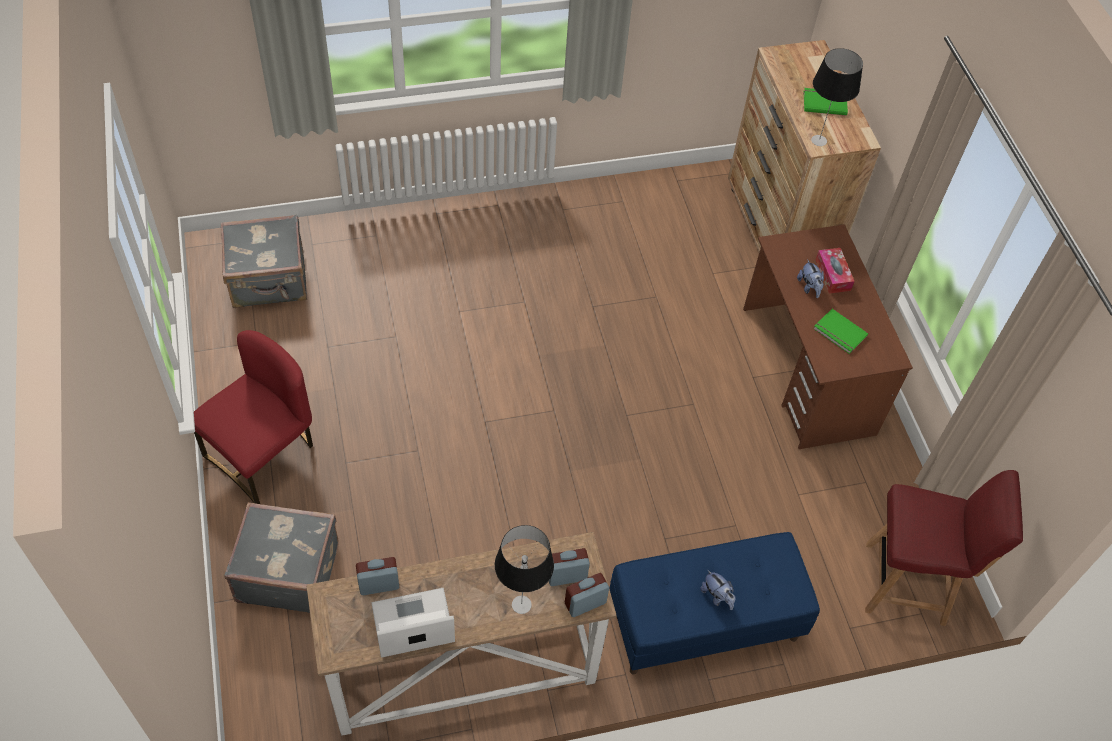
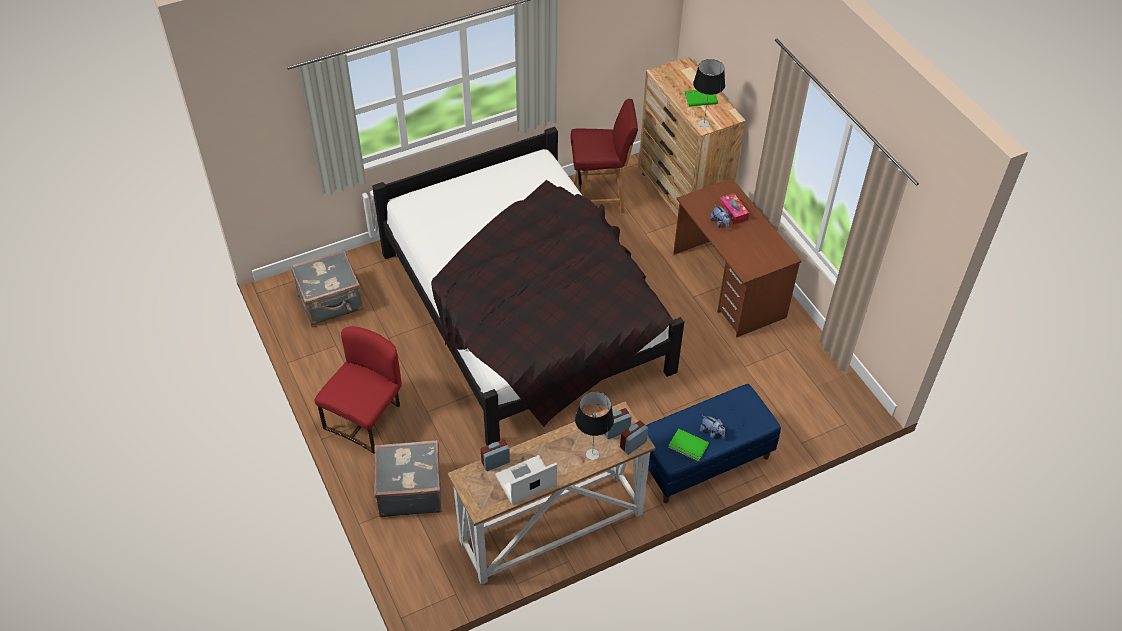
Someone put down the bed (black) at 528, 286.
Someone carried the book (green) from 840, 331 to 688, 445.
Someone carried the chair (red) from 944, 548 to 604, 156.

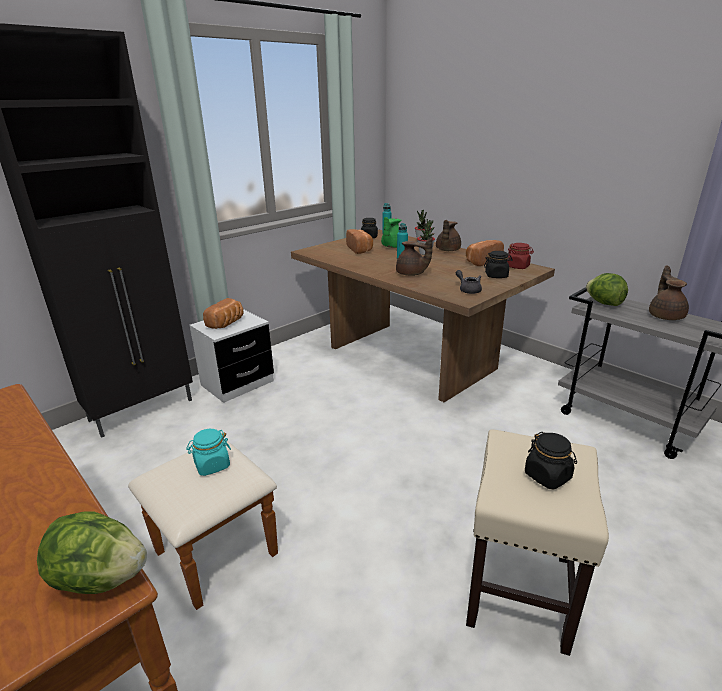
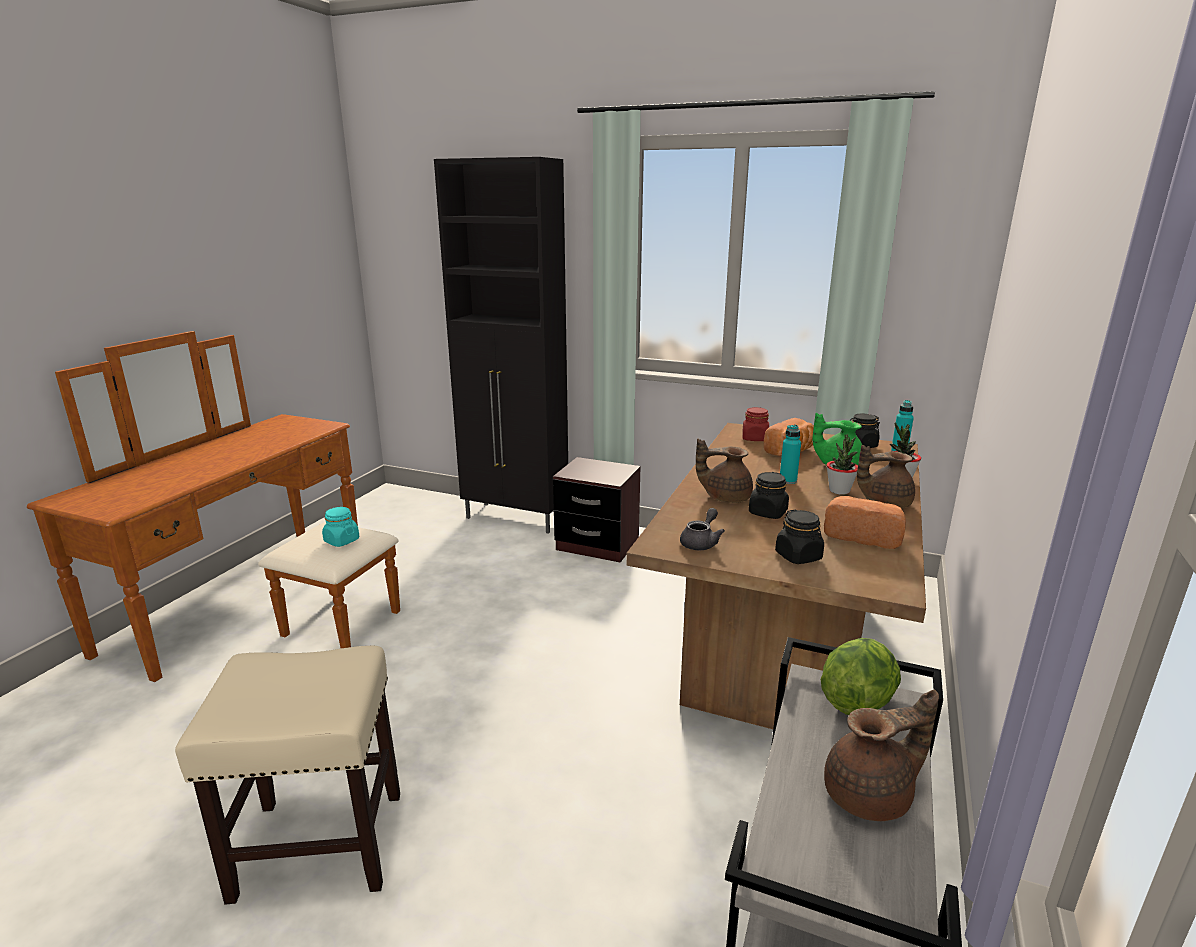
Someone took away the lettuce at 92, 552.
Someone took away the bread at 223, 313.
Someone carried the jar (red) from 520, 256 to 755, 424.
Someone carried the jar (black) from 551, 460 to 769, 495.
Someone repainted the nightstand (white) at 232, 356, which became the nightstand (brown) at 596, 509.
Someone rotated the teapot (brown) at 414, 257 by 90 degrees clockwise.

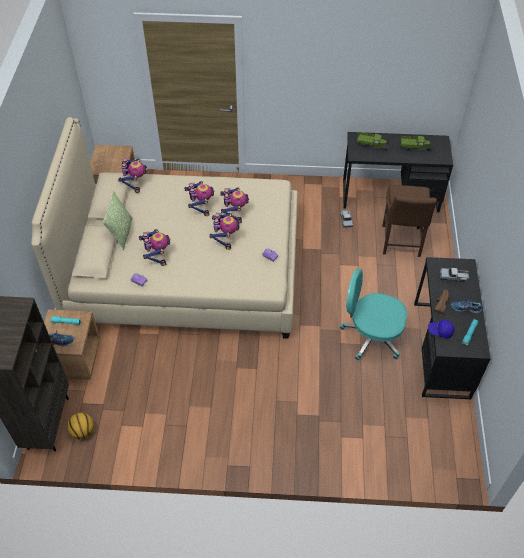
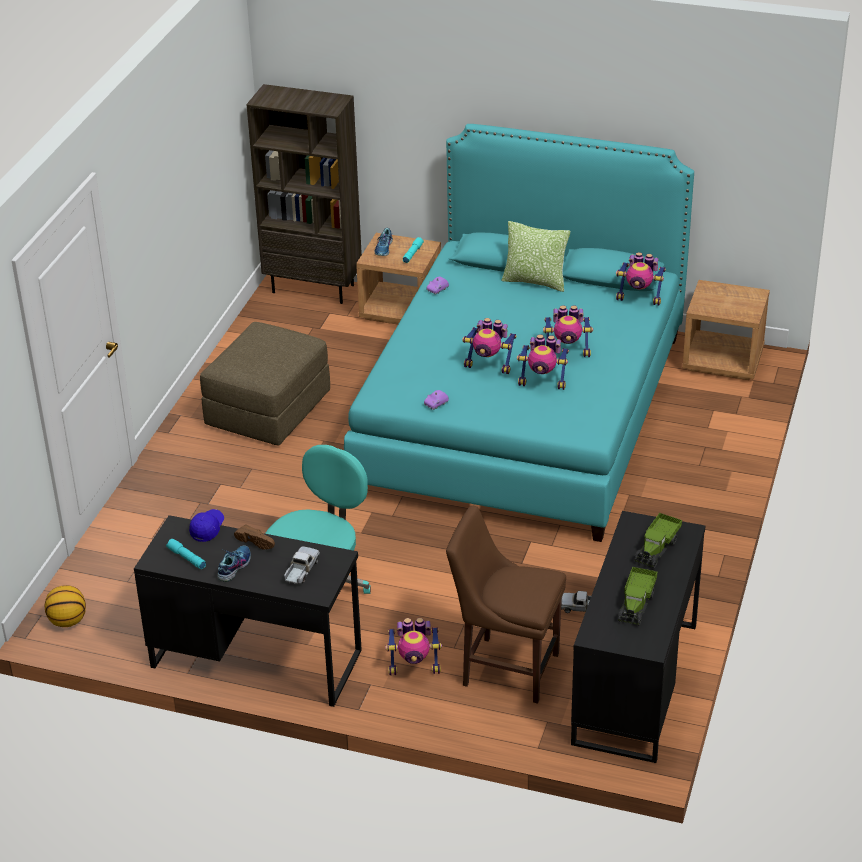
Someone put down the ottoman (brown) at 265, 384.
Someone carried the basketball from 80, 426 to 65, 606.
Someone carried the toy robot from 155, 247 to 414, 646.
Someone repainted the bed (beige) at 164, 228, which became the bed (turquoise) at 519, 333.

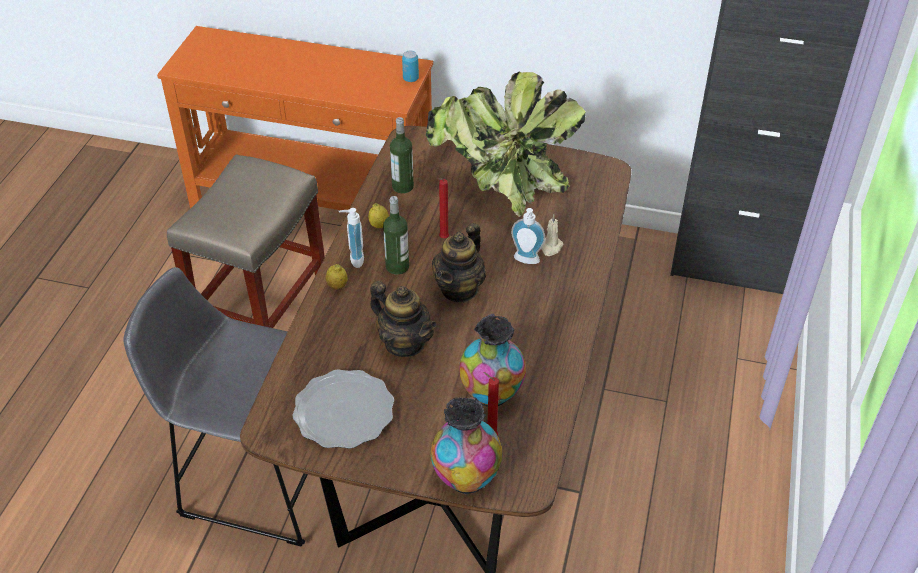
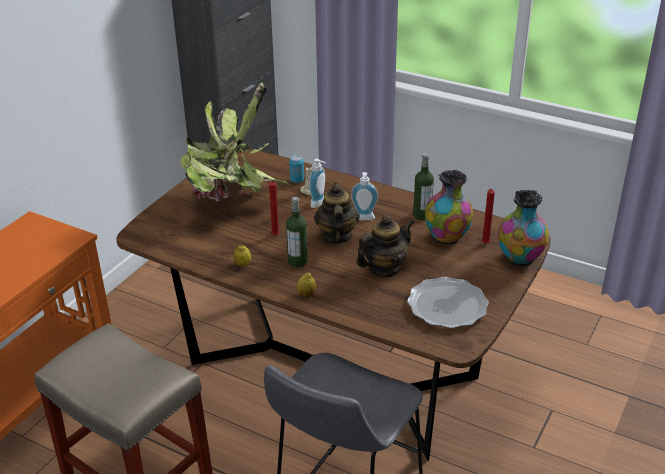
Someone carried the soap dispenser from 351, 238 to 364, 196.
Someone carried the bottle from 402, 155 to 423, 186.
Someone carried the can from 410, 66 to 296, 169.
Someone rotated the teapot at 459, 263 by 135 degrees counterclockwise.

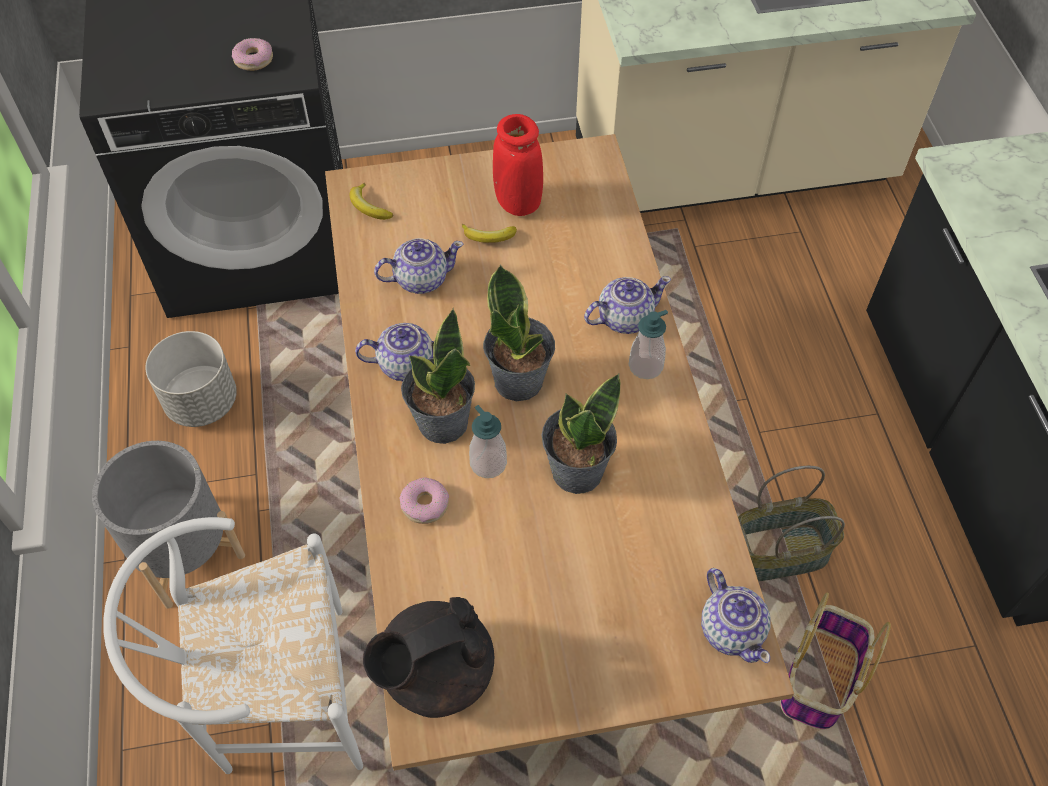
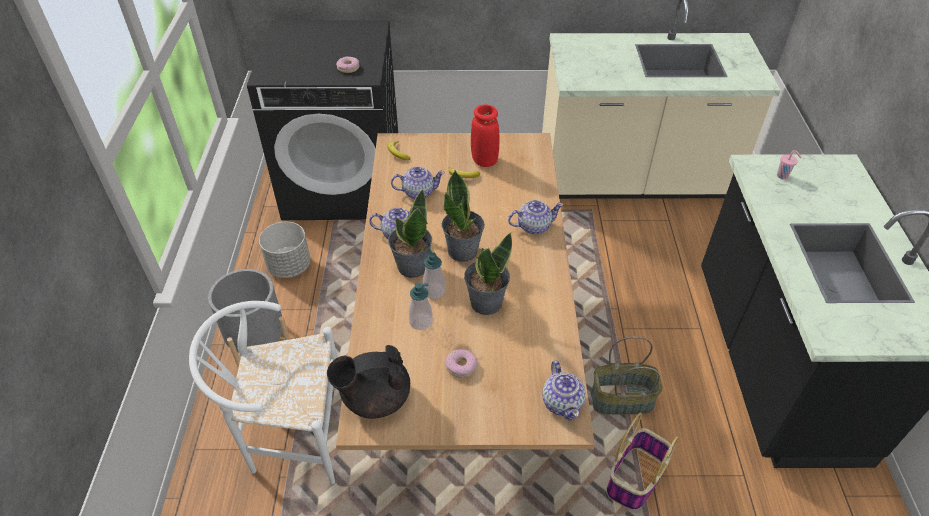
Someone put down the cup (pink) at 789, 164.
Someone carried the donut from 424, 500 to 462, 363.
Someone carried the soap dispenser from 648, 344 to 421, 306.

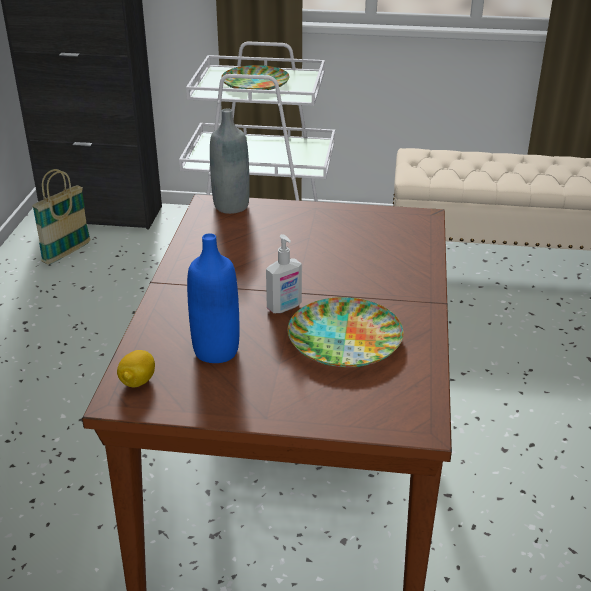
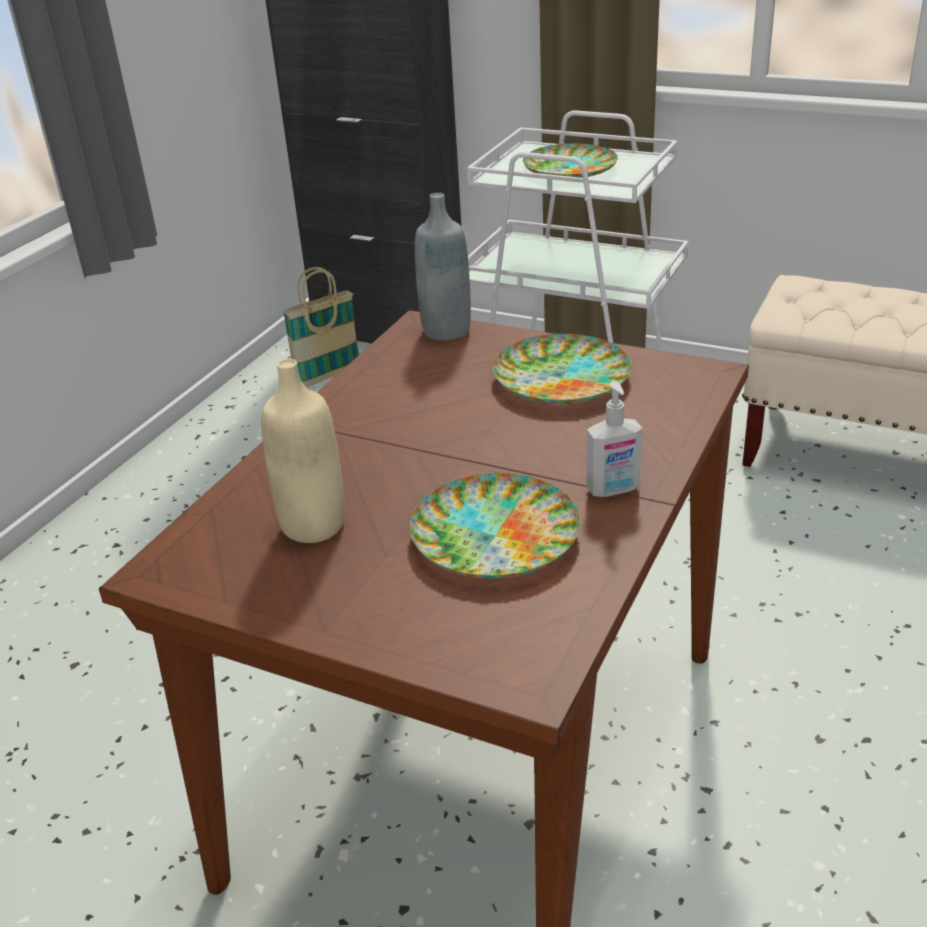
Someone took away the lemon at 136, 368.
Someone put down the plate at 562, 369.
Someone carried the soap dispenser from 284, 273 to 614, 439.
Someone repainted the bottle (blue) at 213, 298, which became the bottle (beige) at 303, 451.

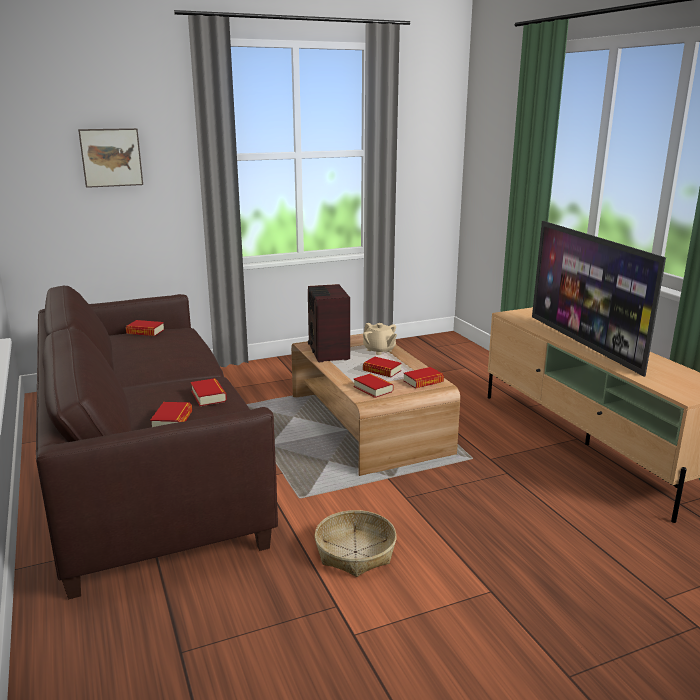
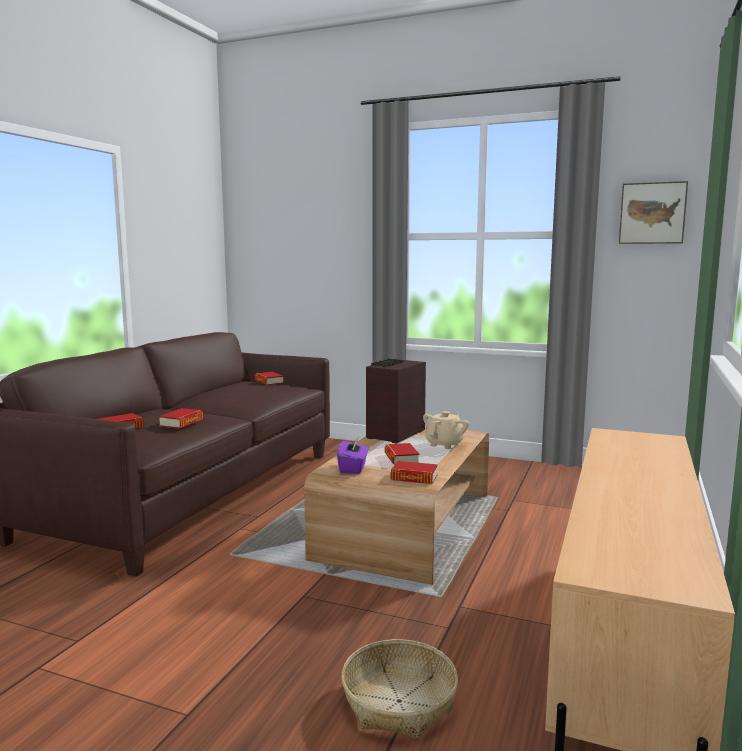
Someone took away the television at 599, 299.
Someone carried the picture from 110, 158 to 653, 212.
Someone carried the basket from 355, 543 to 399, 689.
Someone swapped the book at 374, 385 for the tissue box (purple) at 352, 455.
Someone rotated the teapot (beige) at 380, 339 by 150 degrees counterclockwise.

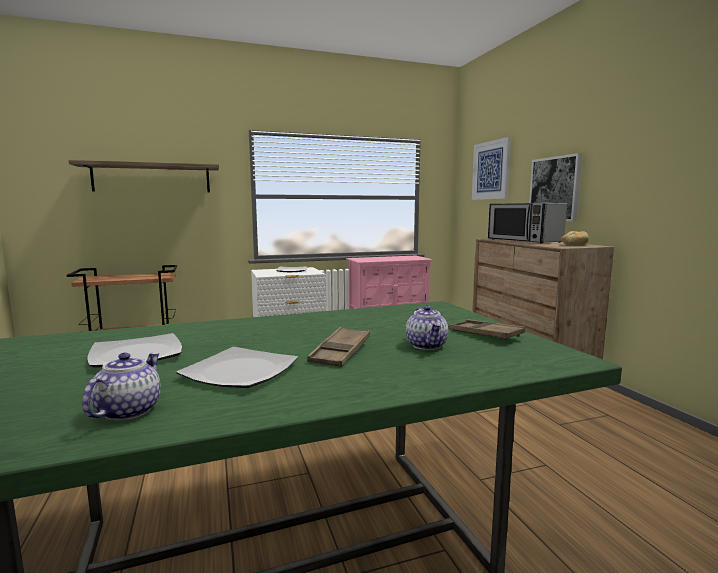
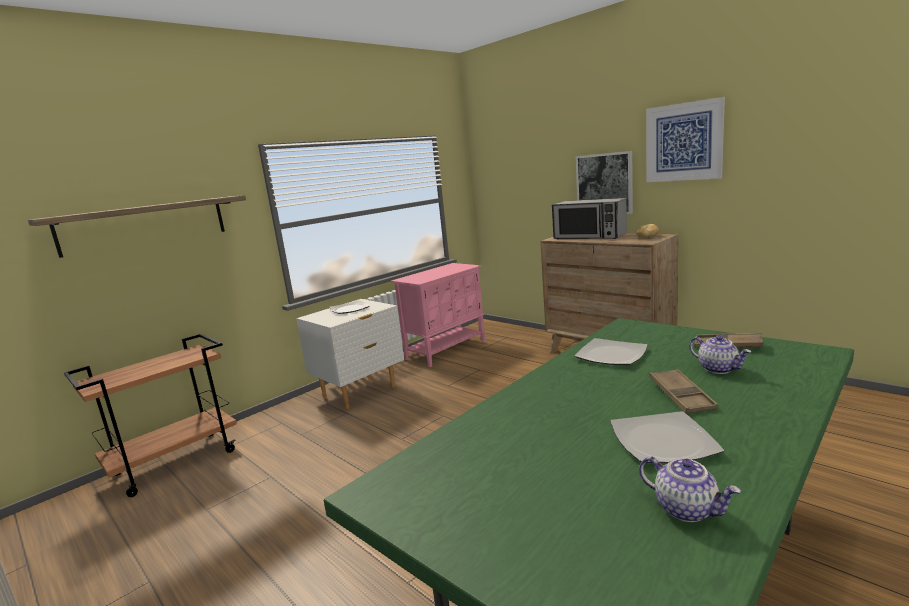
Someone carried the plate from 134, 350 to 611, 351.
Someone carried the picture from 491, 168 to 685, 139.
Someone rotated the teapot at 121, 387 by 150 degrees clockwise.

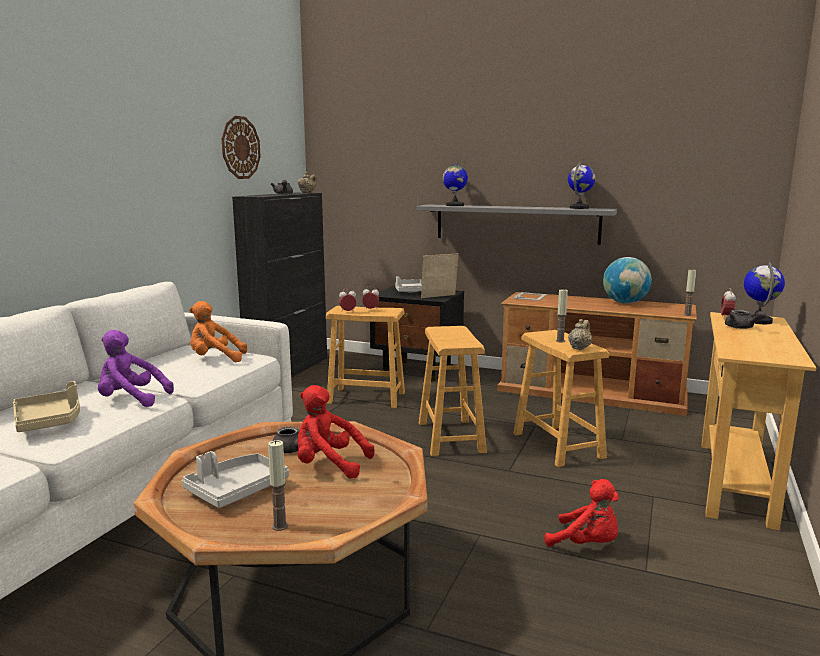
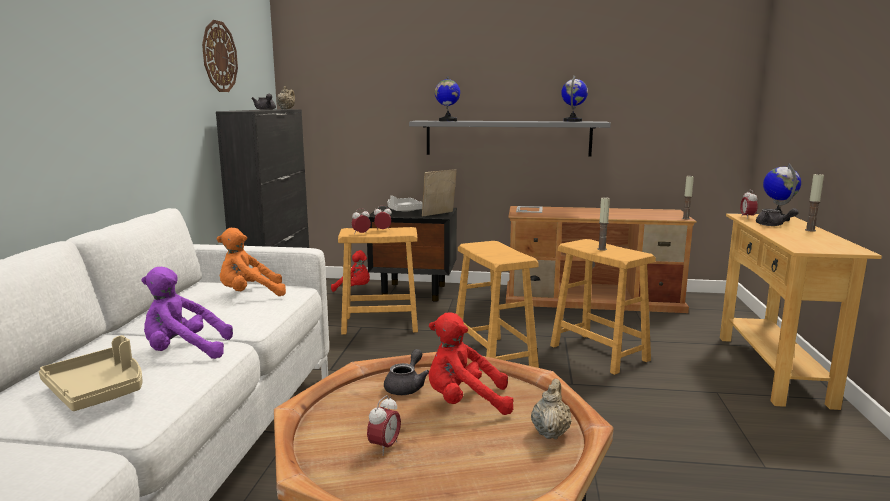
Someone took away the globe at 627, 280.
Someone carried the candle from 278, 485 to 814, 203.
Someone carried the plush toy (red) from 581, 513 to 350, 271.
Someone carried the teapot (beige) from 580, 334 to 551, 408.
Someone swapped the tray (grey) at 235, 479 for the alarm clock at 384, 425.

